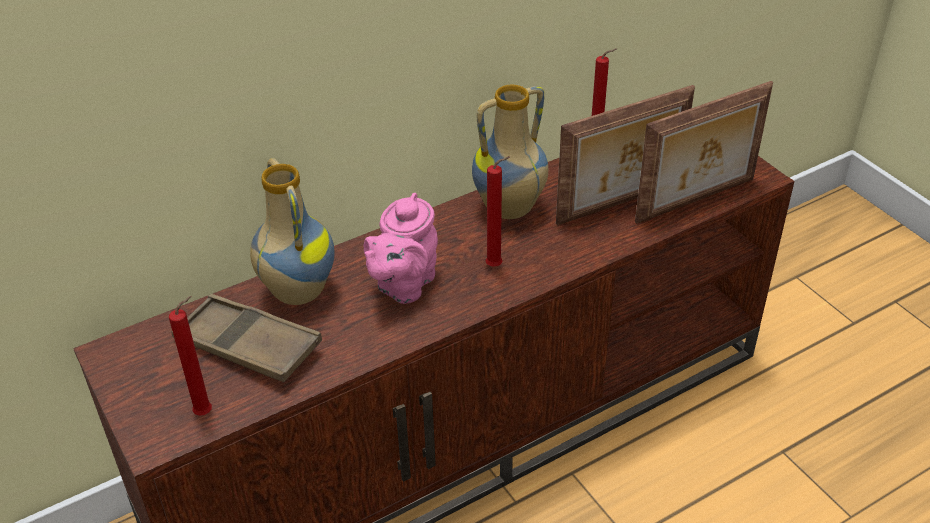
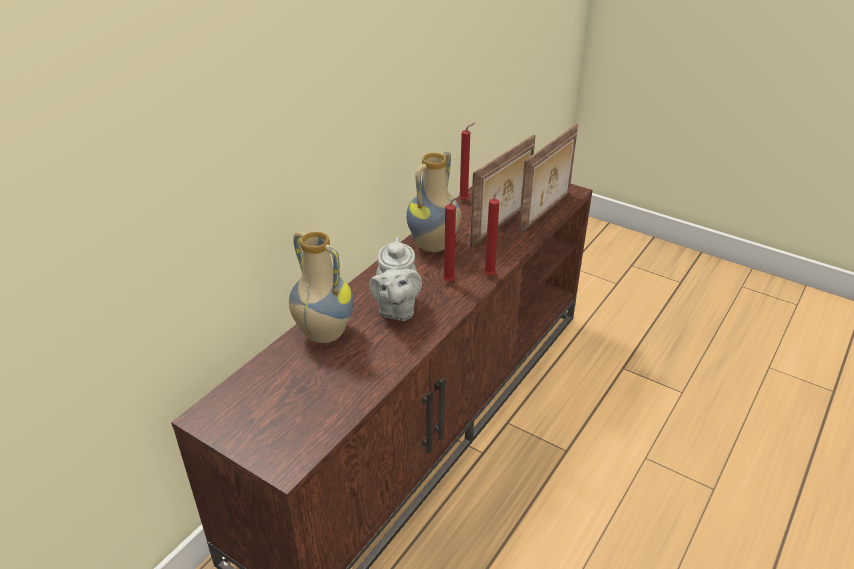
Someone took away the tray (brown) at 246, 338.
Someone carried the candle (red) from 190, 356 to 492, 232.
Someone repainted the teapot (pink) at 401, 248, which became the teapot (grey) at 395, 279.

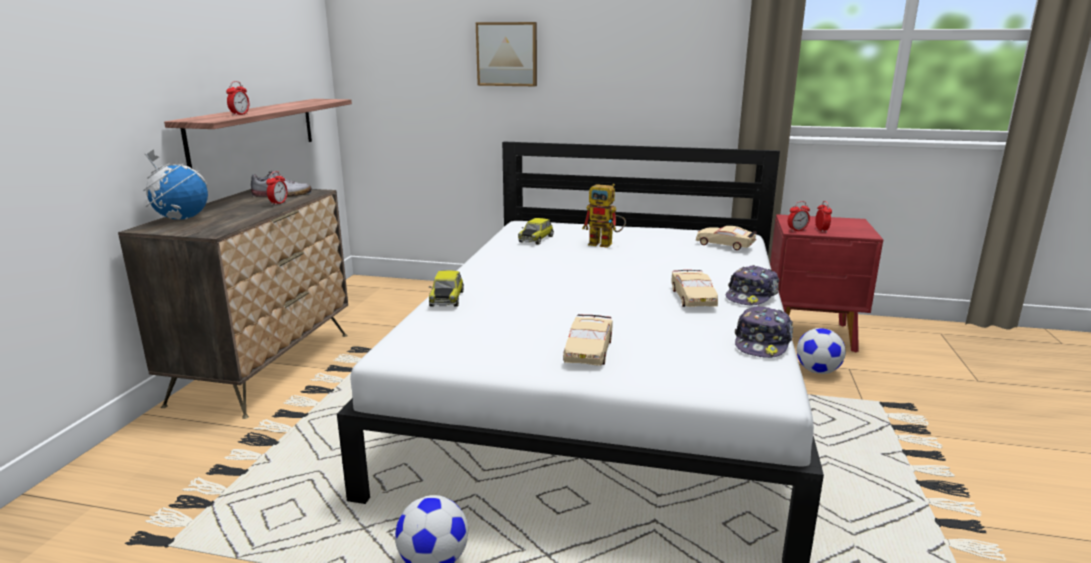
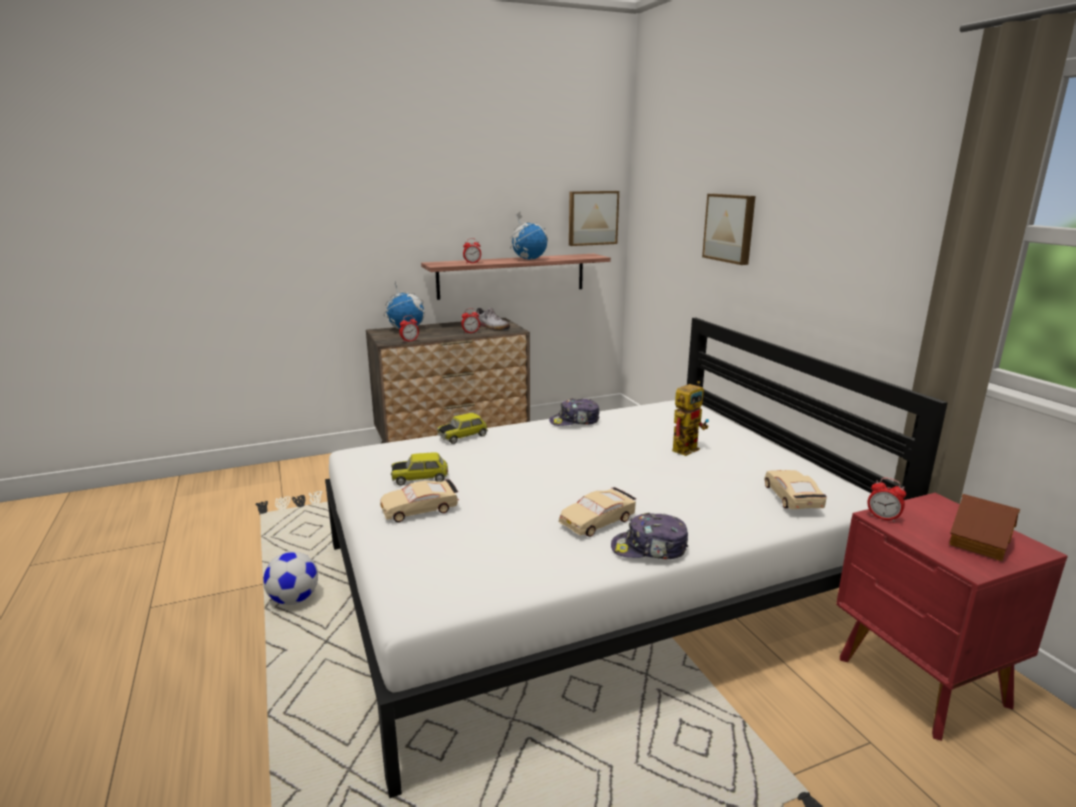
Someone took away the football at 821, 351.
Someone put down the globe at 529, 236.
Someone put up the picture at 594, 218.
Someone put down the toy house at 984, 527.
Someone carried the toy car from 536, 231 to 419, 469.
Someone carried the cap from 764, 331 to 574, 412.
Someone carried the alarm clock from 824, 217 to 409, 329.
Someone rotated the toy robot at 604, 216 by 120 degrees counterclockwise.

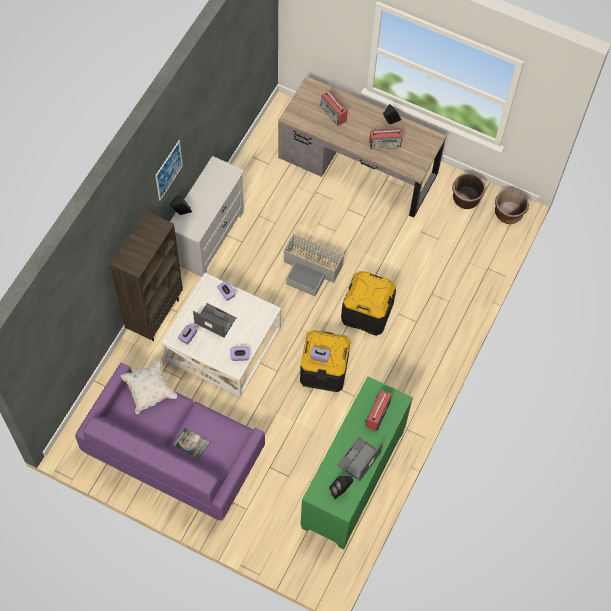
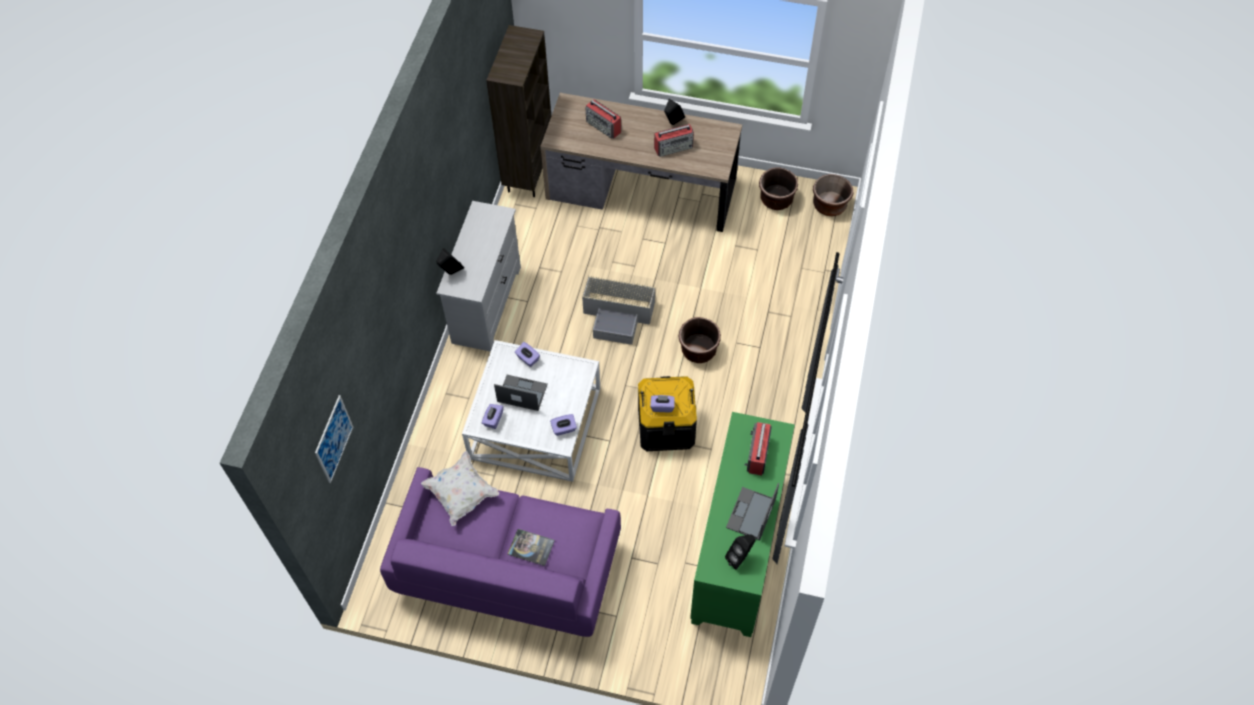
Someone carried the bookcase (brown) from 146, 276 to 518, 111.
Someone carried the picture from 169, 170 to 334, 439.
Someone swapped the storage box (black) at 368, 303 for the planter (brown) at 700, 340.

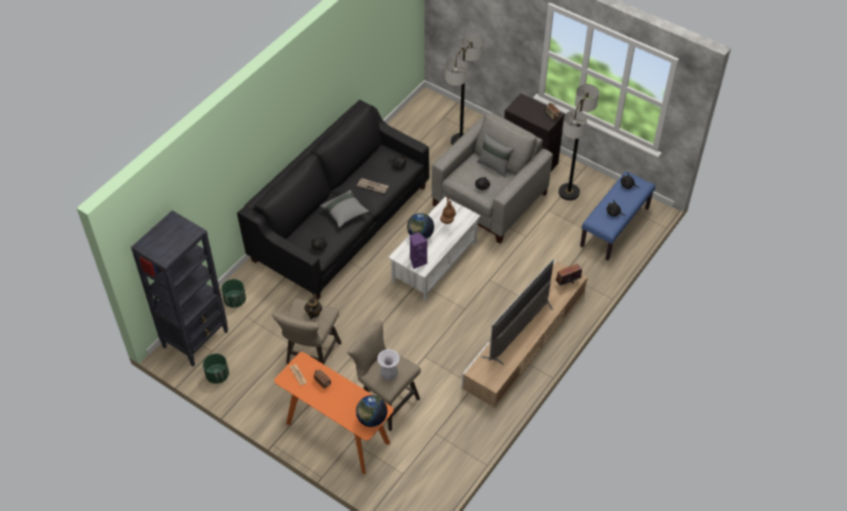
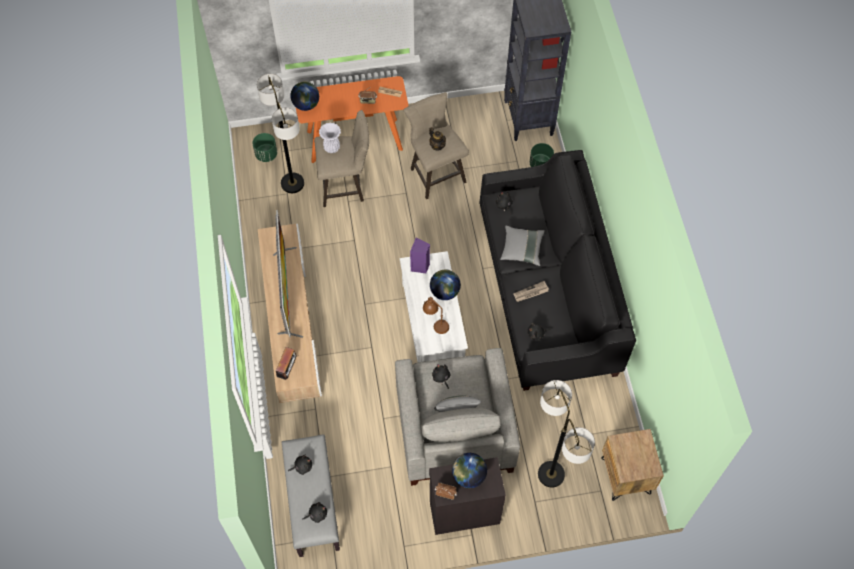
Someone put down the globe at 469, 470.
Someone put down the nightstand (brown) at 632, 465.
Someone carried the planter (green) from 216, 369 to 264, 147.
Someone carried the floor lamp from 579, 142 to 280, 133.
Someone repainted the bench (blue) at 618, 215, which became the bench (grey) at 311, 495.

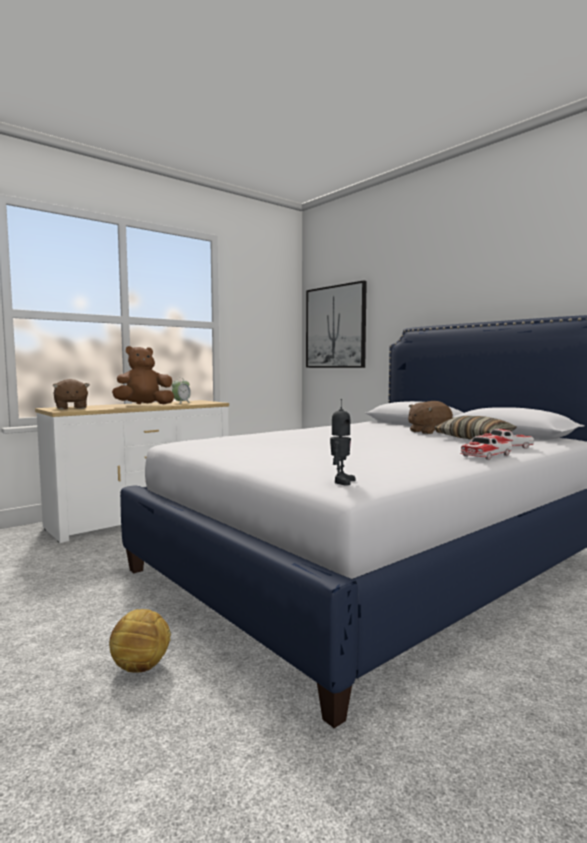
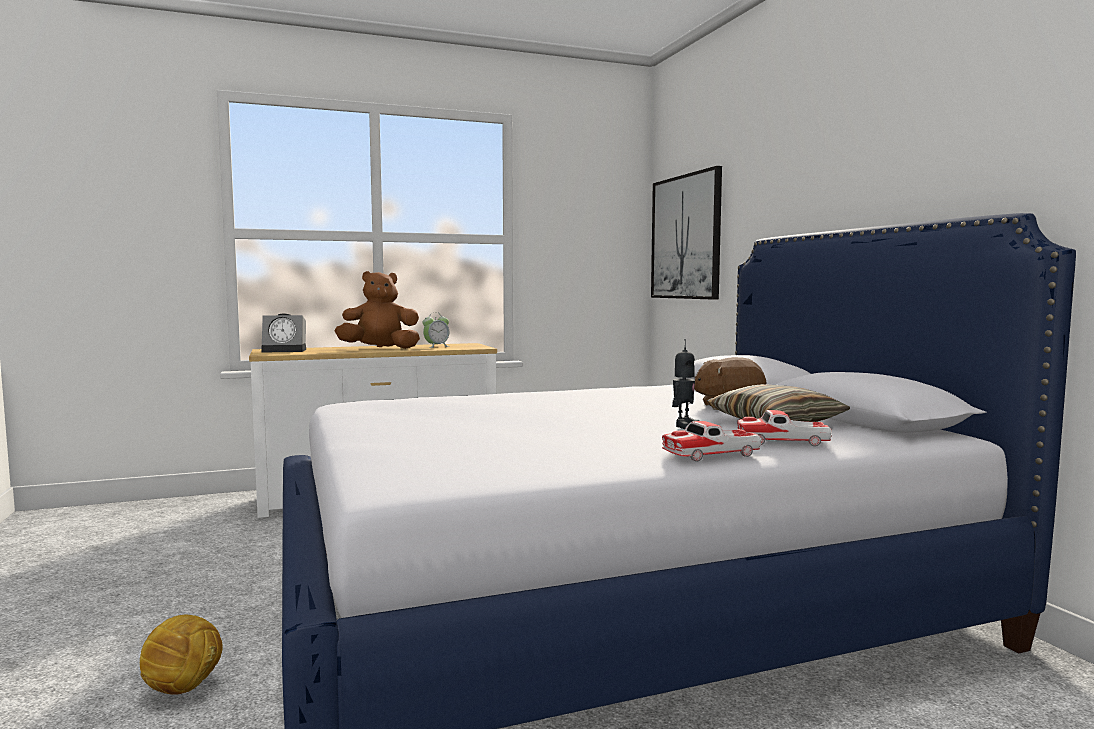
Someone carried the toy robot from 343, 442 to 686, 384.
Someone swapped the plush toy (brown) at 70, 394 for the alarm clock at 283, 333.

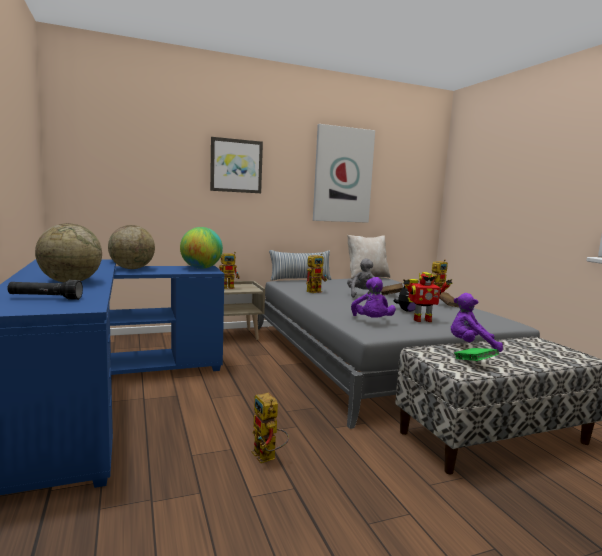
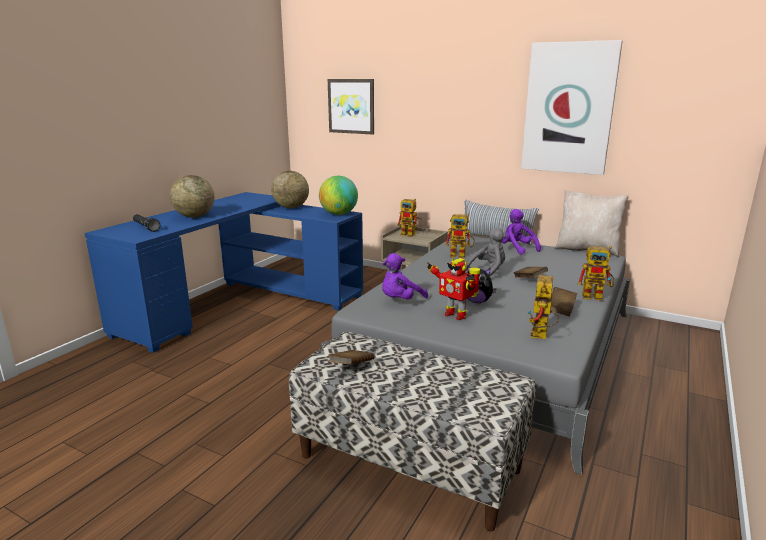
Someone carried the picture from 236, 165 to 351, 107.
Someone carried the toy robot from 270, 428 to 543, 307.
Someone carried the plush toy (purple) from 477, 322 to 521, 232.
Someone repainted the book (green) at 476, 354, which became the book (brown) at 351, 357.

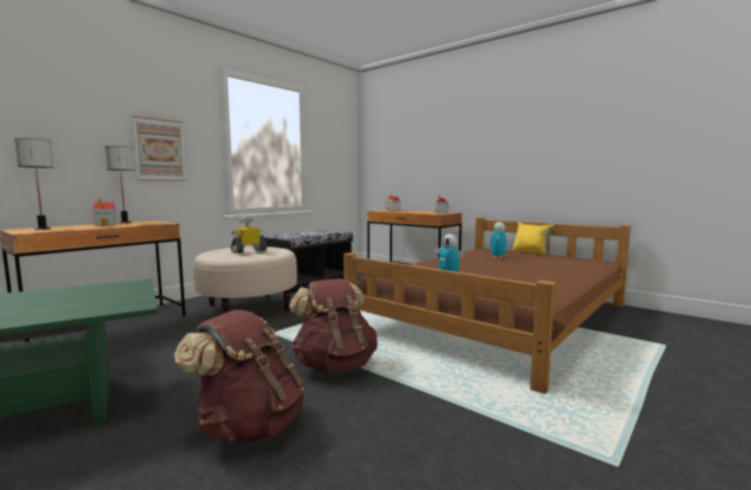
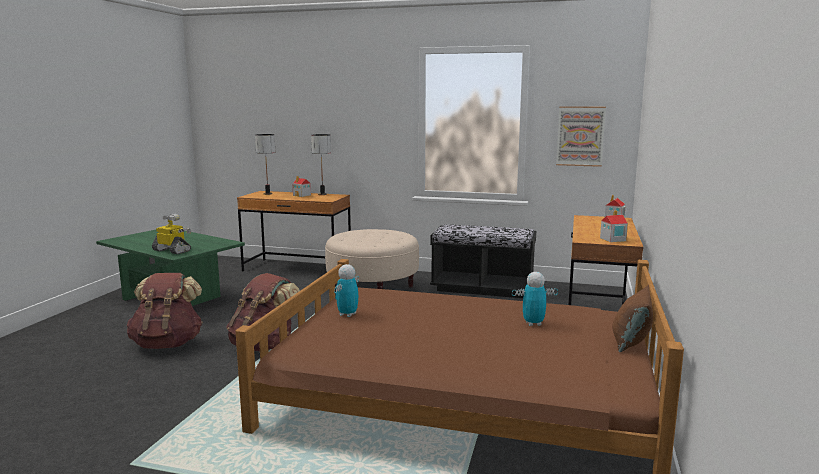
Someone carried the picture from 159, 148 to 581, 136.
Someone carried the toy robot from 249, 235 to 171, 234.
Someone repainted the pillow (yellow) at 533, 239, which became the pillow (brown) at 632, 318.

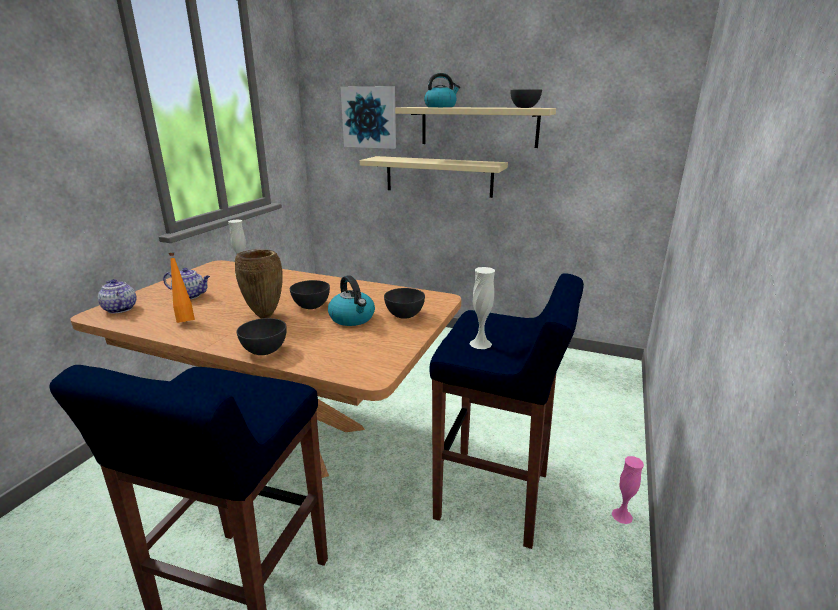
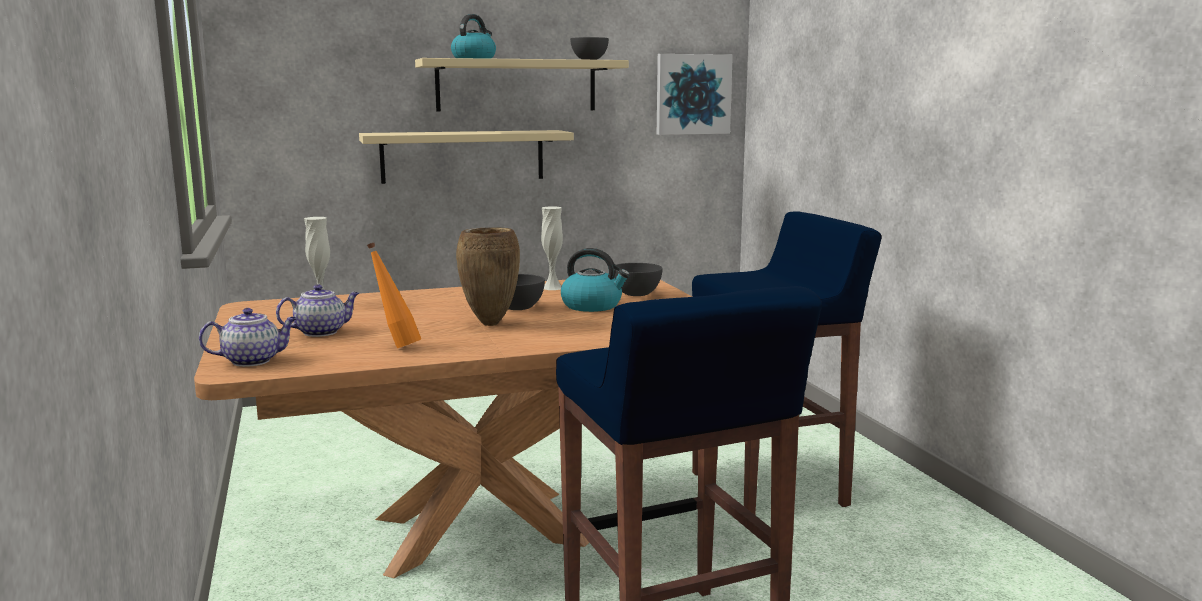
Someone took away the bowl (grey) at 262, 336.
Someone took away the vase (pink) at 628, 490.
Someone carried the picture from 368, 117 to 695, 94.
Someone carried the vase (white) from 482, 308 to 552, 248.
Someone rotated the teapot at 117, 296 by 150 degrees clockwise.

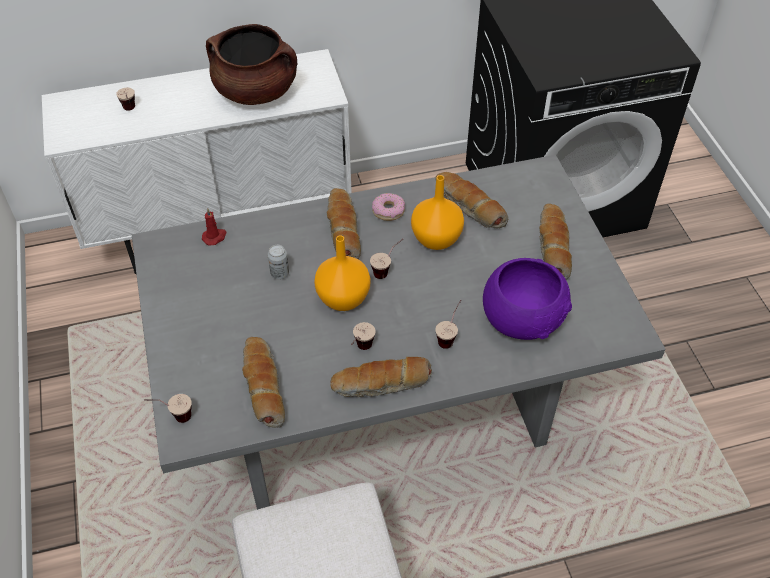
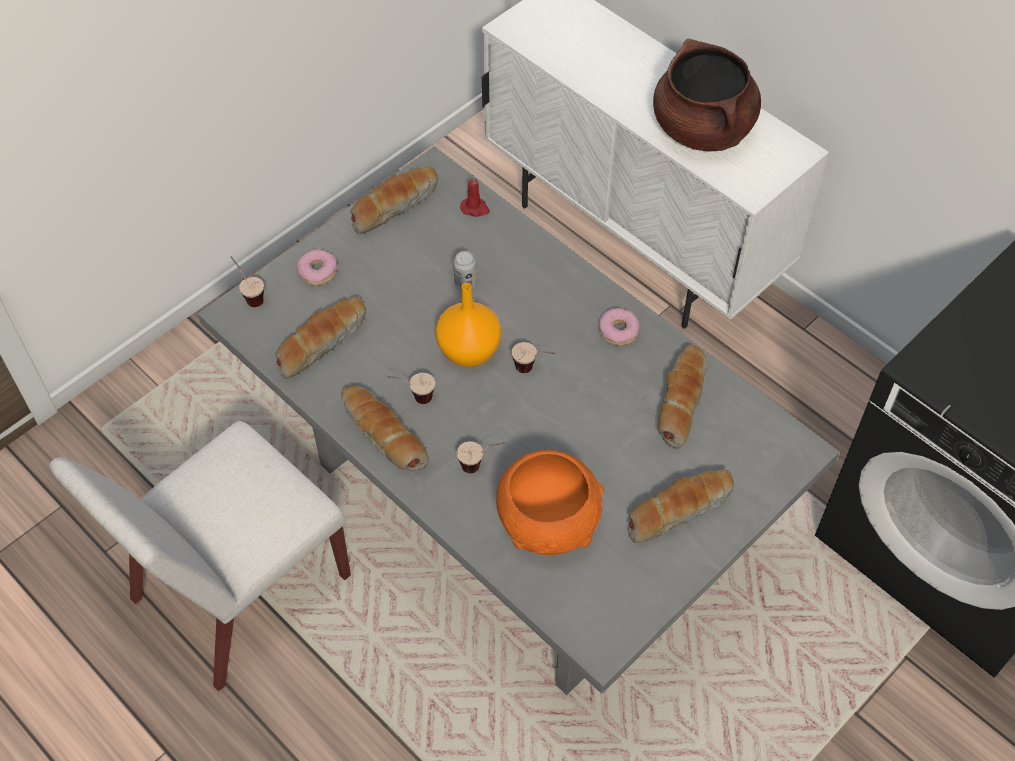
Someone took away the cup at 125, 99.
Someone took away the vase (orange) at 437, 212.
Someone put down the donut at 317, 267.
Someone carried the bread from 344, 223 to 394, 200.
Someone repainted the bowl (purple) at 527, 299, which became the bowl (orange) at 550, 502.

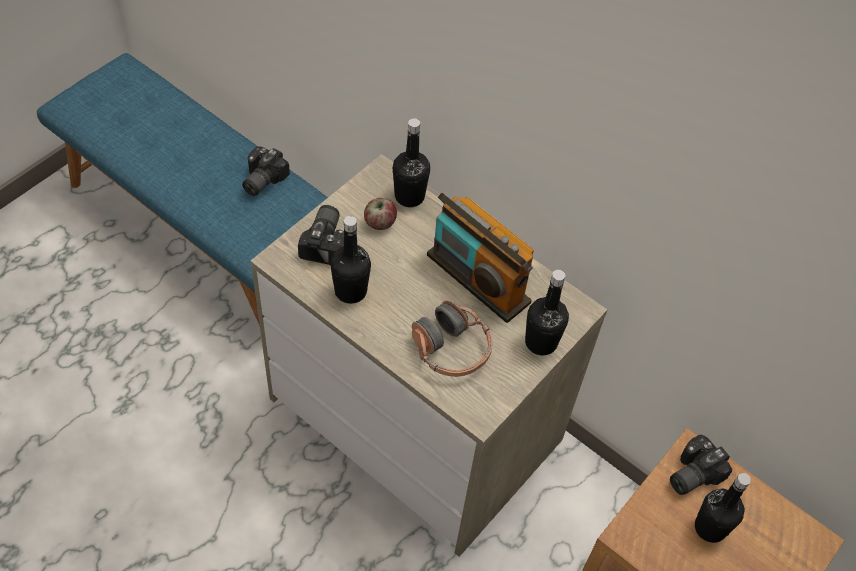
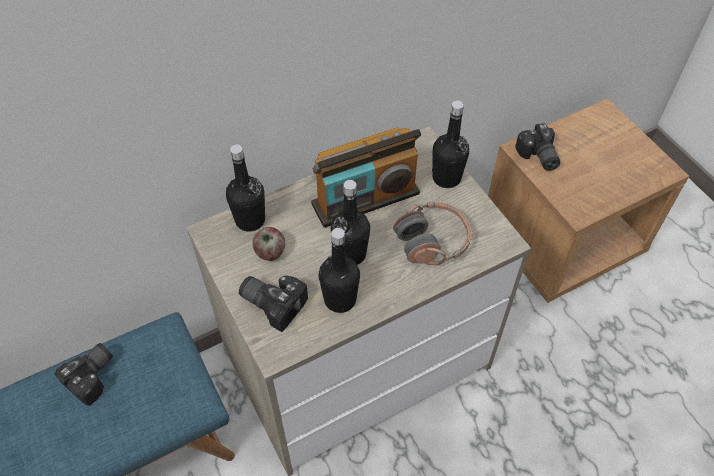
Someone carried the bottle (black) from 723, 508 to 350, 222.
Someone rotated the photo camera at 266, 171 by 105 degrees counterclockwise.

